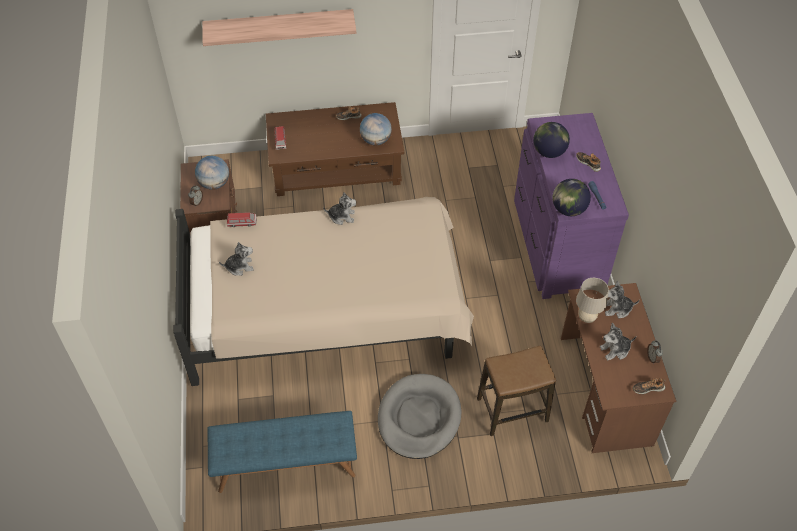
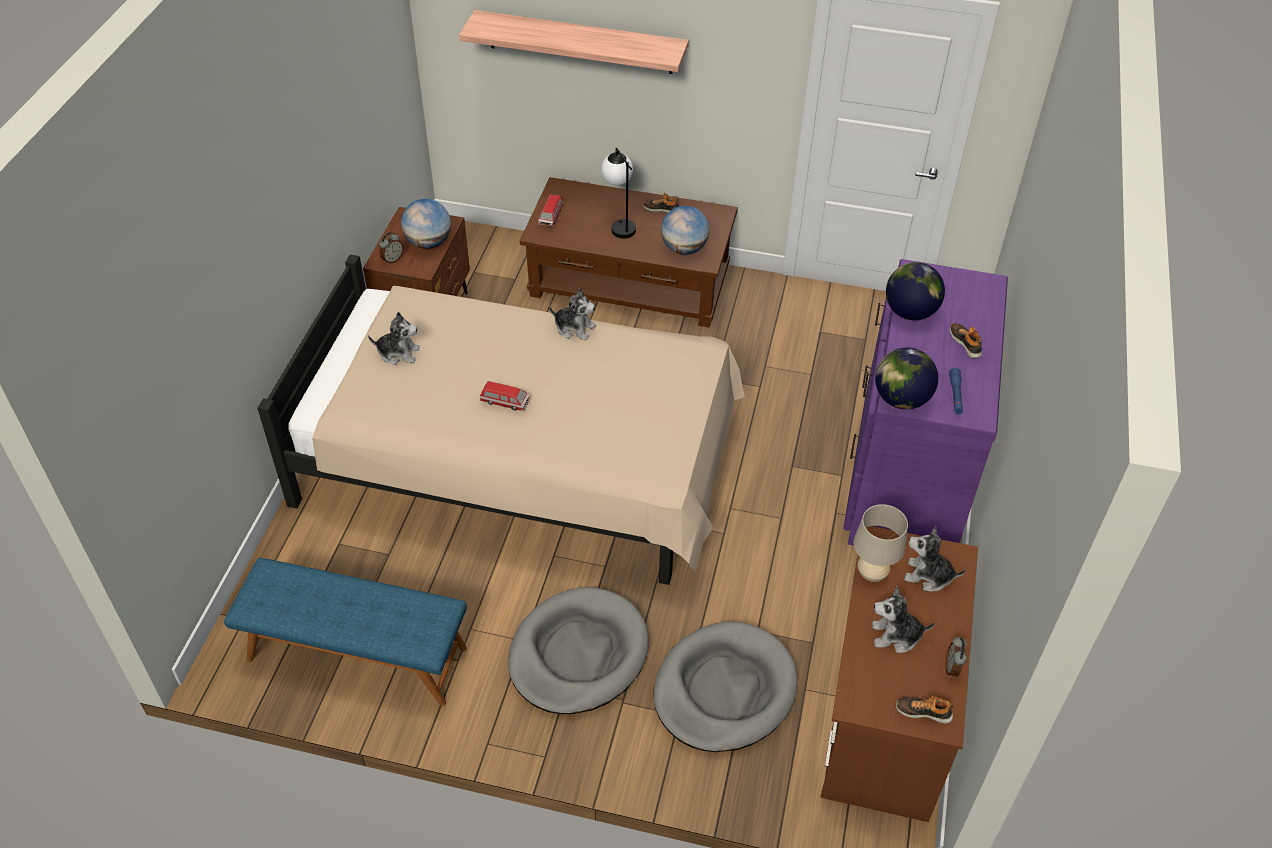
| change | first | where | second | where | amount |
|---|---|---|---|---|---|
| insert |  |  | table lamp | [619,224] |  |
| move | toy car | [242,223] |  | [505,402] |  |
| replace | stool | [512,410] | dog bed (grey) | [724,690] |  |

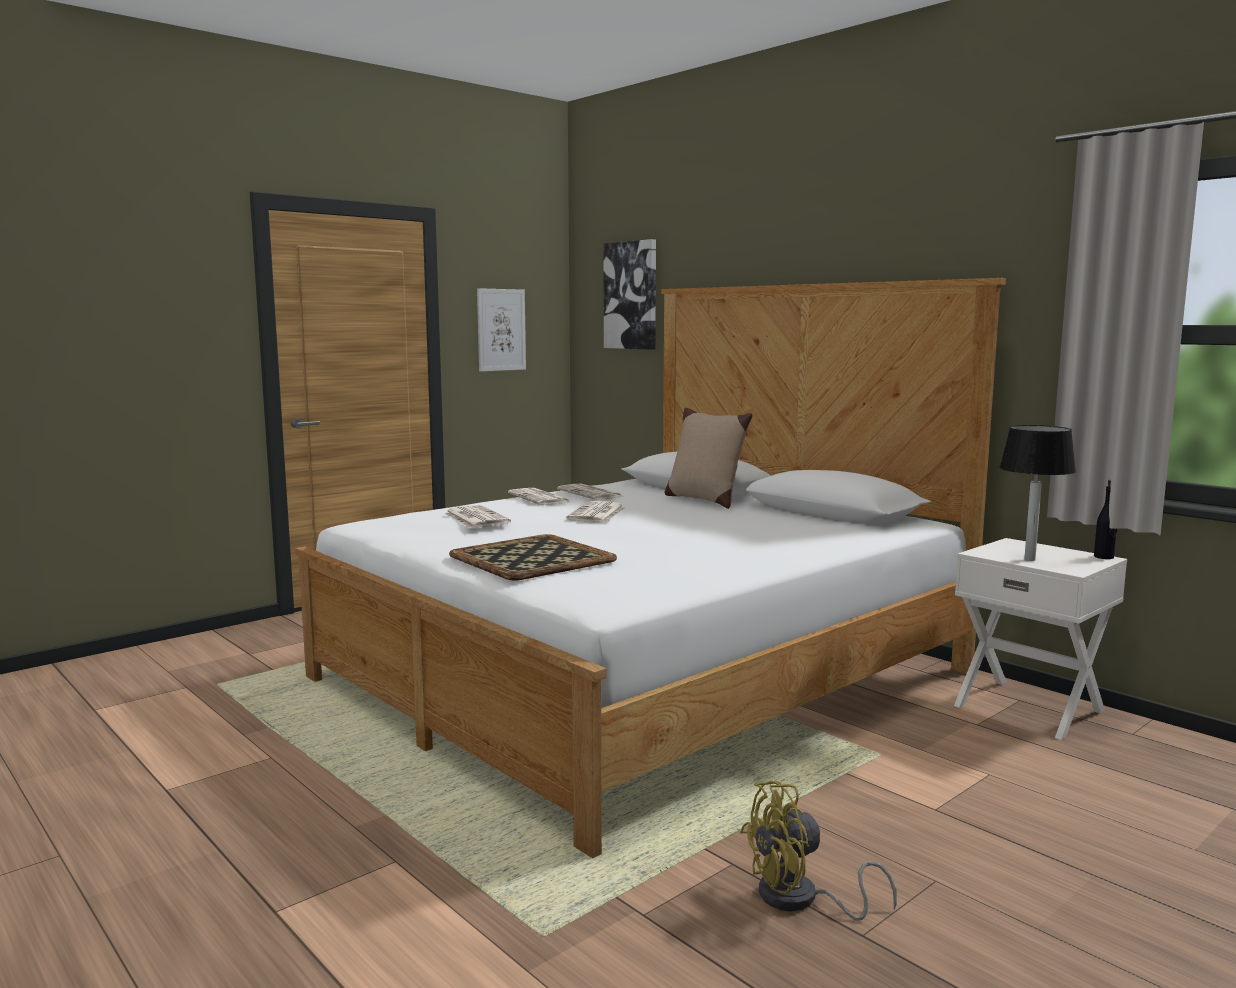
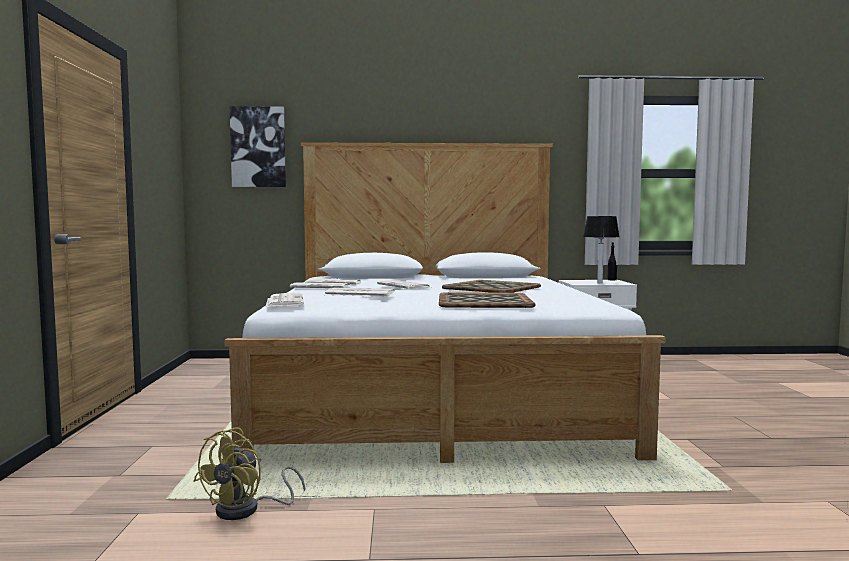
| change | first | where | second | where | amount |
|---|---|---|---|---|---|
| delete | picture | [501,330] |  |  |  |
| delete | pillow (beige) | [704,500] |  |  |  |
| insert |  |  | newspaper | [284,301] |  |
| insert |  |  | tray | [491,287] |  |
| move | fan (yellow) | [800,900] |  | [247,510] |  |

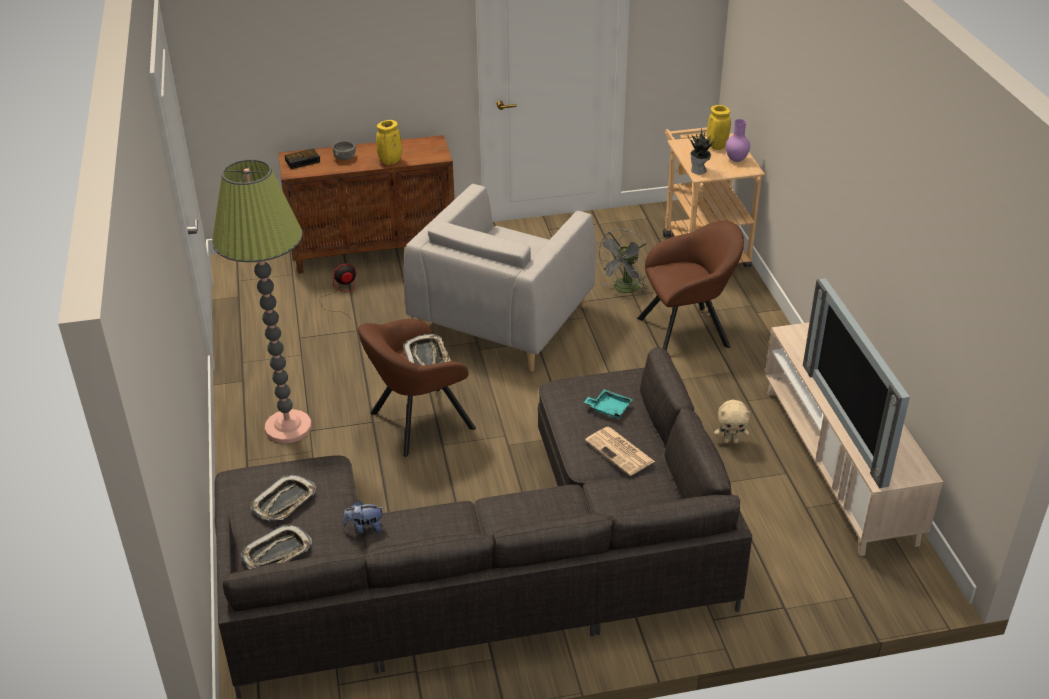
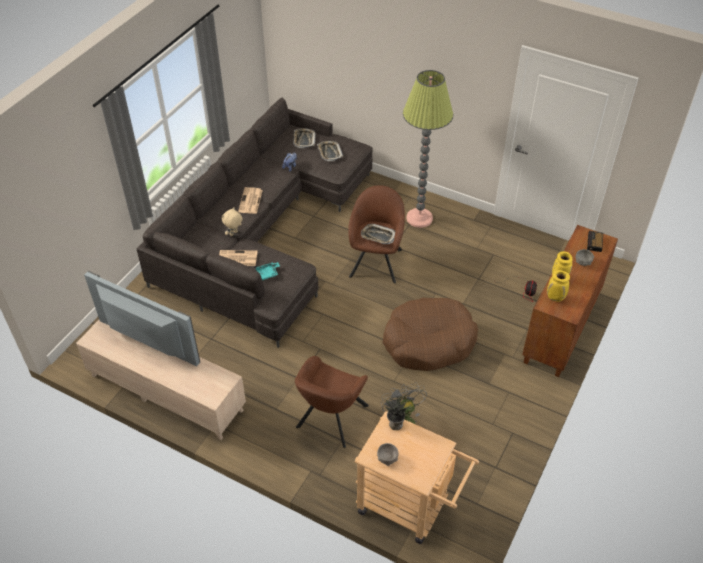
| change | first | where | second | where | amount |
|---|---|---|---|---|---|
| insert |  |  | newspaper | [250,201] |  |
| move | vase (yellow) | [716,146] |  | [555,297] |  |
| move | plush toy (beige) | [730,441] |  | [234,234] |  |
| replace | armchair (grey) | [502,320] | dog bed (brown) | [428,342] |  |
| replace | vase (purple) | [736,160] | bowl (grey) | [387,458] |  |

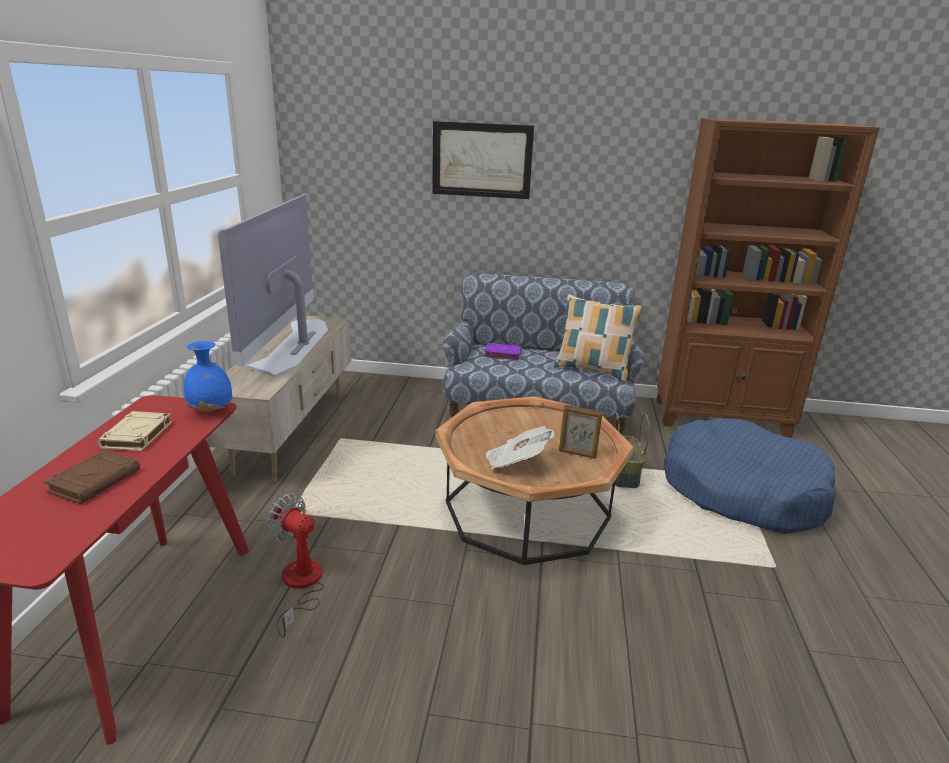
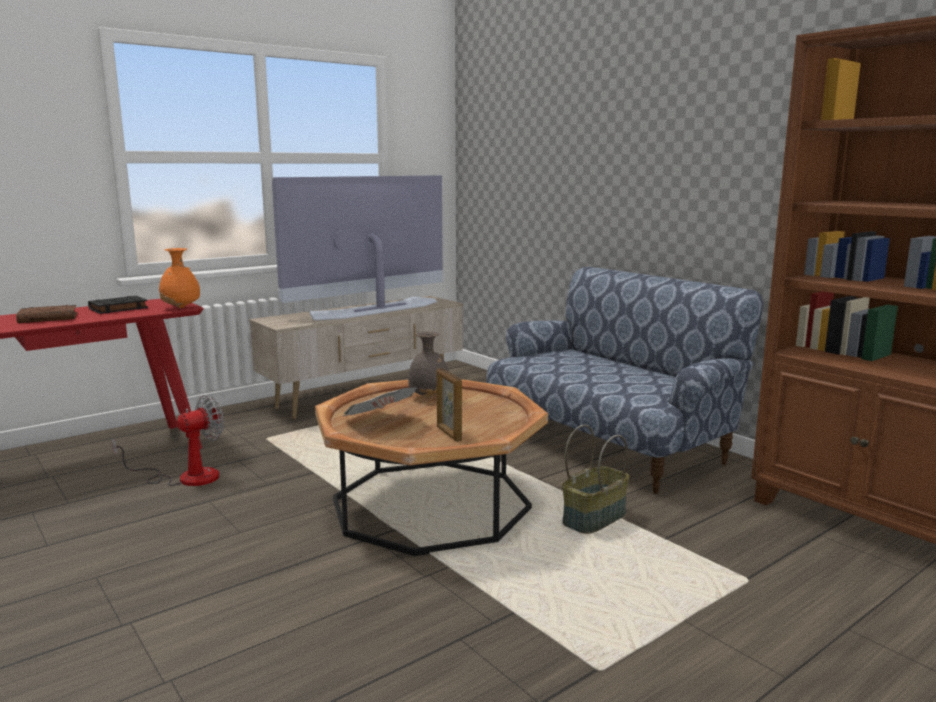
| change | first | where | second | where | amount |
|---|---|---|---|---|---|
| delete | picture | [482,160] |  |  |  |
| delete | book (purple) | [502,354] |  |  |  |
| delete | pillow | [592,370] |  |  |  |
| delete | dog bed (blue) | [742,491] |  |  |  |
| insert |  |  | vase (grey) | [430,397] |  |
| recolor | book (beige) | [137,436] | book (black) | [118,309] |  |
| recolor | vase (blue) | [212,410] | vase (orange) | [181,308] |  |
| rotate | fan | [300,585] |  | [186,477] | 60 degrees clockwise |

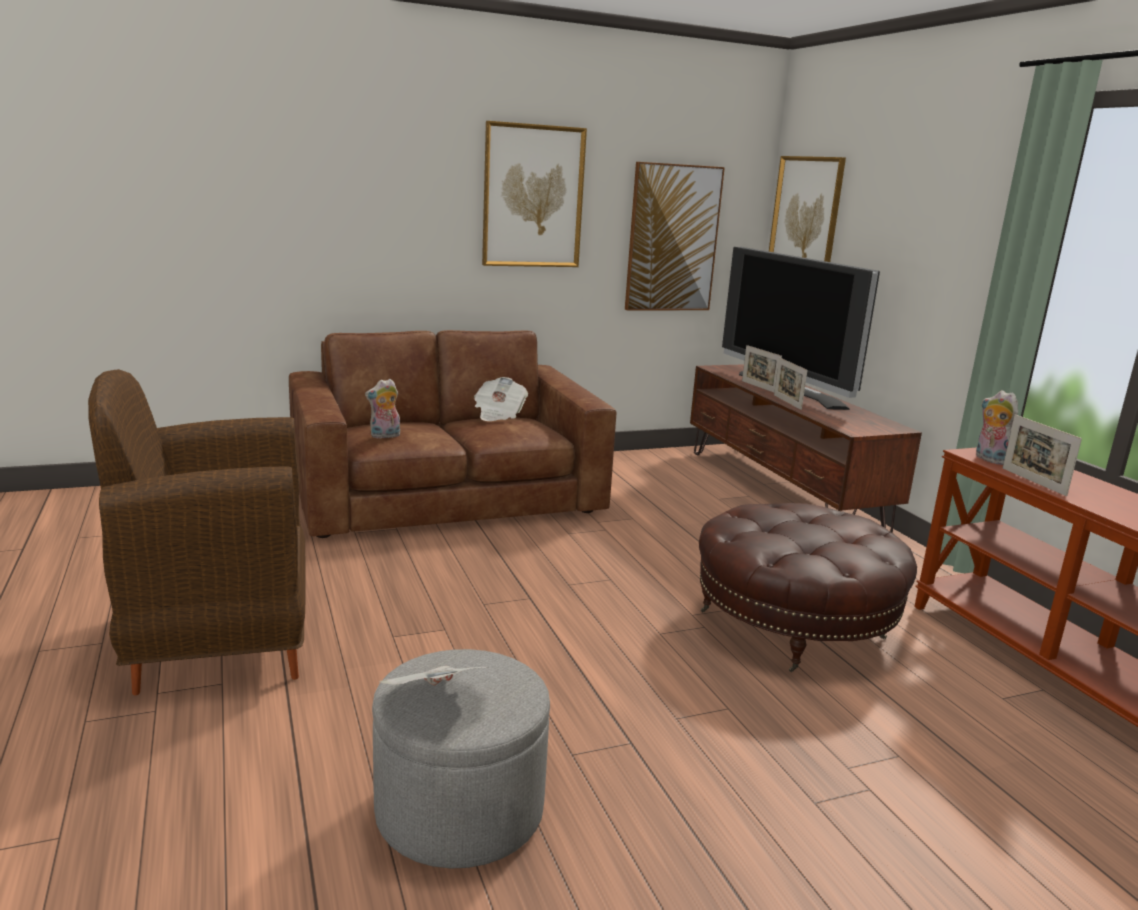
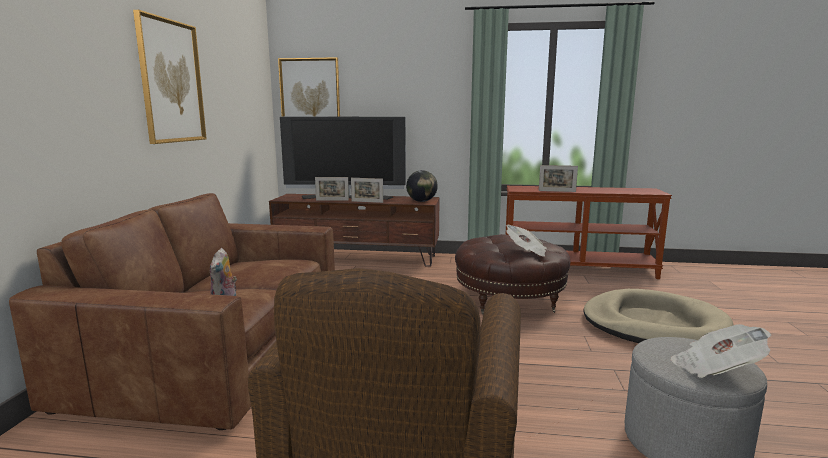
| change | first | where | second | where | amount |
|---|---|---|---|---|---|
| delete | picture | [672,238] |  |  |  |
| delete | plush toy | [989,459] |  |  |  |
| insert |  |  | globe | [421,201] |  |
| insert |  |  | dog bed (beige) | [653,324] |  |
| move | newspaper | [498,414] |  | [526,251] |  |

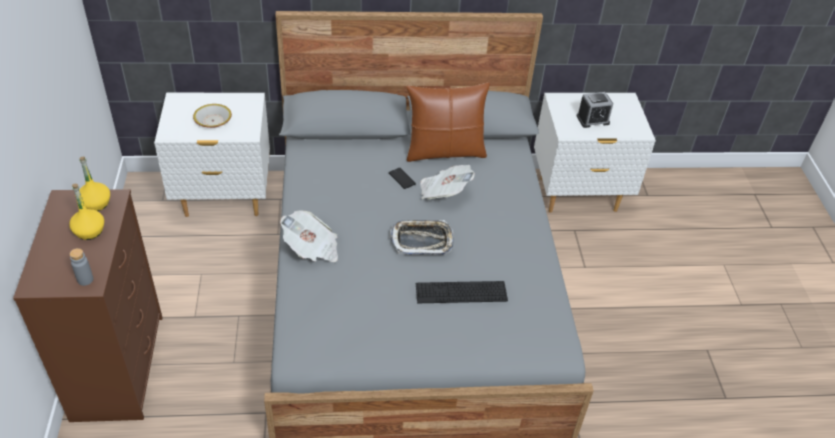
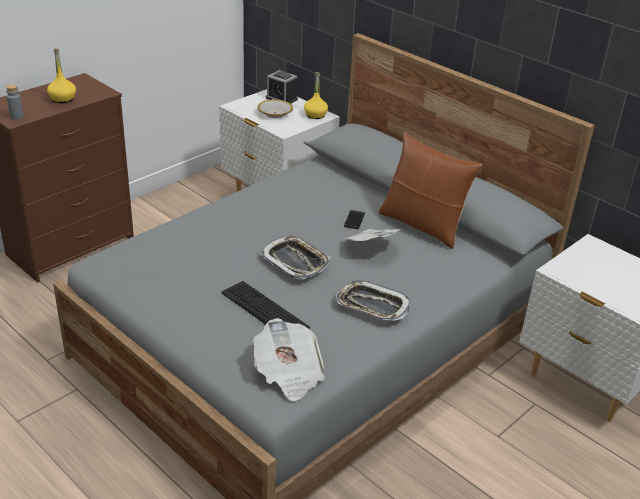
| change | first | where | second | where | amount |
|---|---|---|---|---|---|
| insert |  |  | tray | [372,305] |  |
| move | bottle (yellow) | [95,203] |  | [315,115] |  |
| move | newspaper | [312,248] |  | [288,374] |  |
| move | alarm clock | [592,120] |  | [281,99] |  |

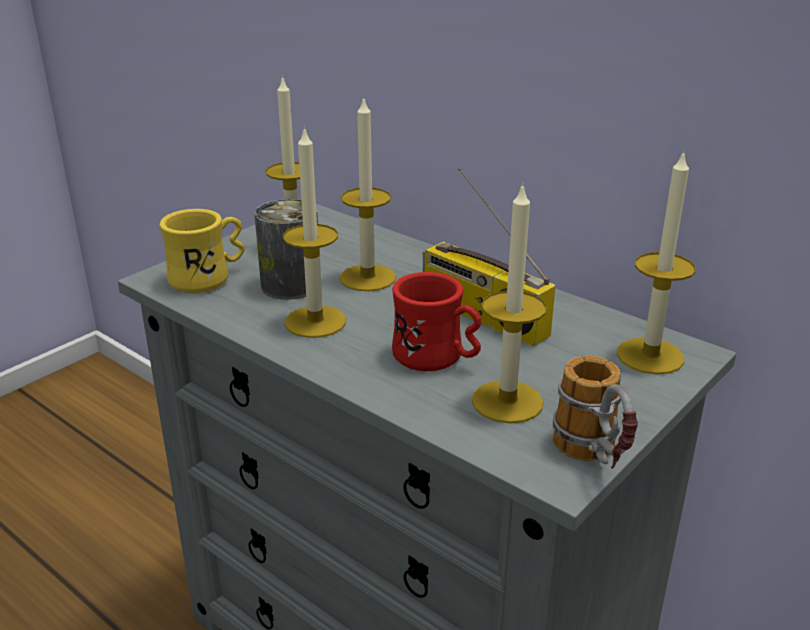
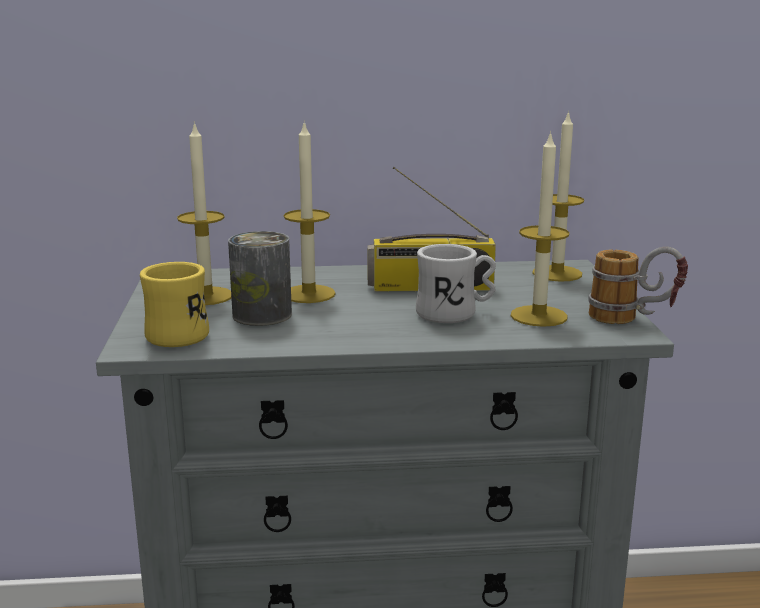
| change | first | where | second | where | amount |
|---|---|---|---|---|---|
| delete | candle | [315,321] |  |  |  |
| recolor | mug (red) | [437,358] | mug (white) | [455,313] |  |

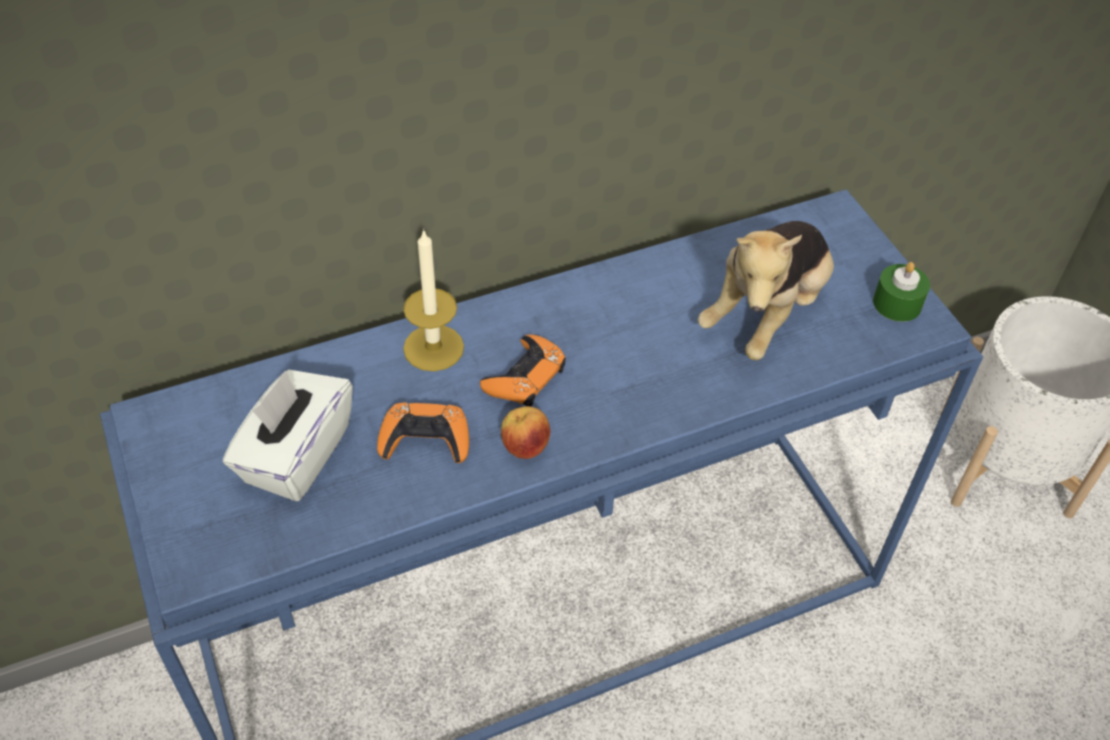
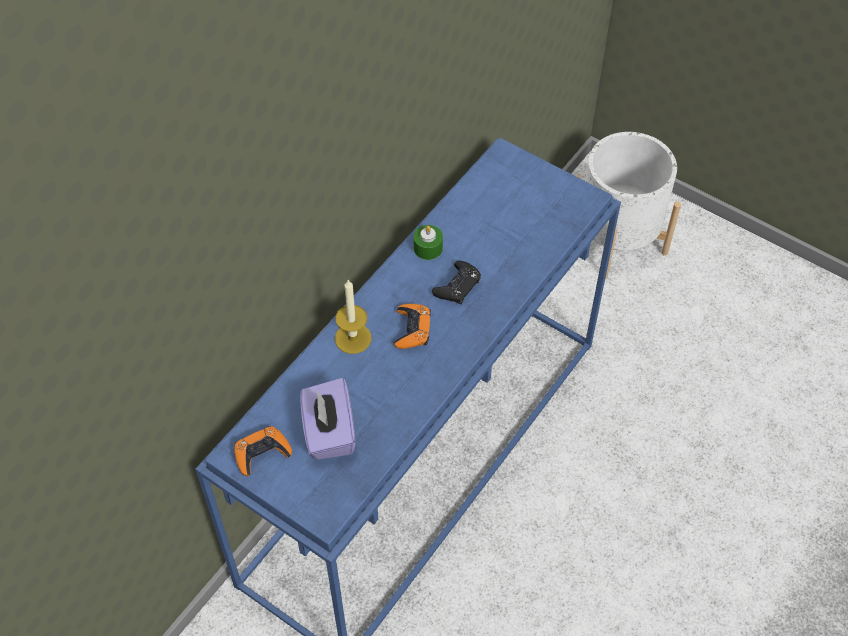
| change | first | where | second | where | amount |
|---|---|---|---|---|---|
| delete | apple | [524,447] |  |  |  |
| delete | plush toy | [766,313] |  |  |  |
| insert |  |  | game controller (black) | [457,286] |  |
| move | game controller (orange) | [425,440] |  | [262,453] |  |
| move | candle (green) | [897,303] |  | [428,248] |  |
| recolor | tissue box (white) | [295,455] | tissue box (purple) | [329,432] |  |

